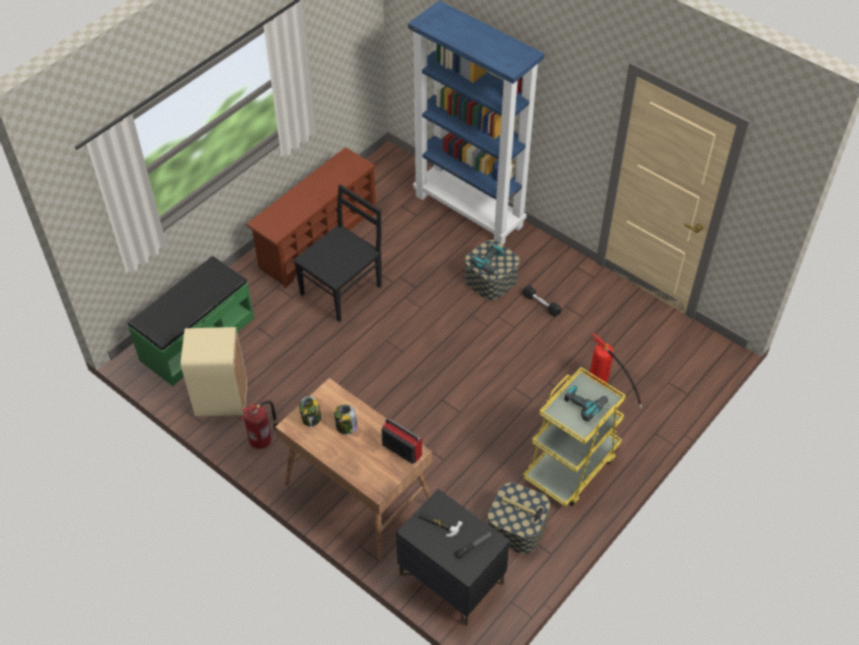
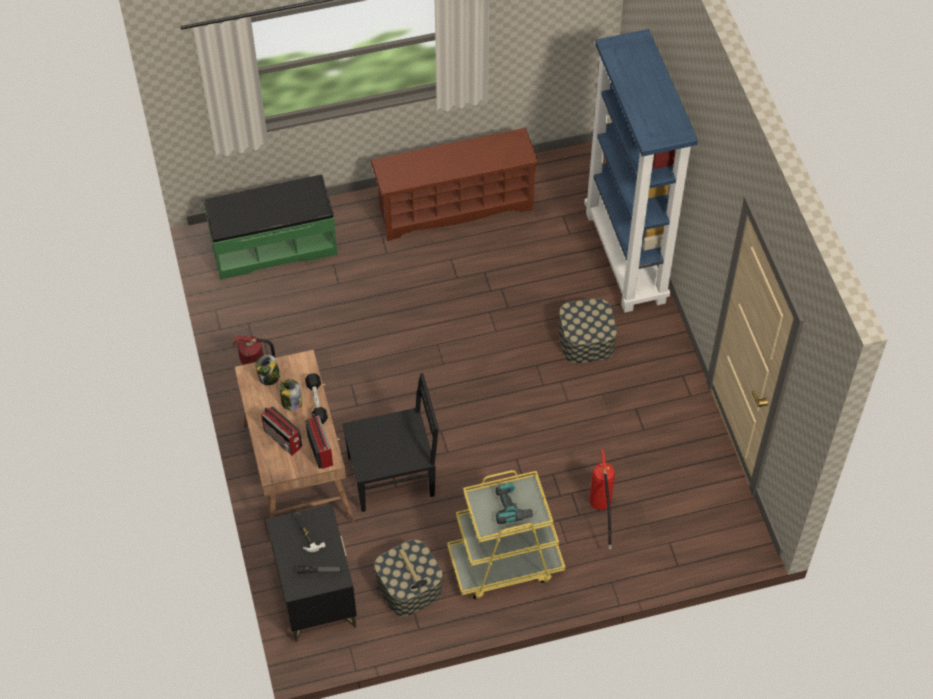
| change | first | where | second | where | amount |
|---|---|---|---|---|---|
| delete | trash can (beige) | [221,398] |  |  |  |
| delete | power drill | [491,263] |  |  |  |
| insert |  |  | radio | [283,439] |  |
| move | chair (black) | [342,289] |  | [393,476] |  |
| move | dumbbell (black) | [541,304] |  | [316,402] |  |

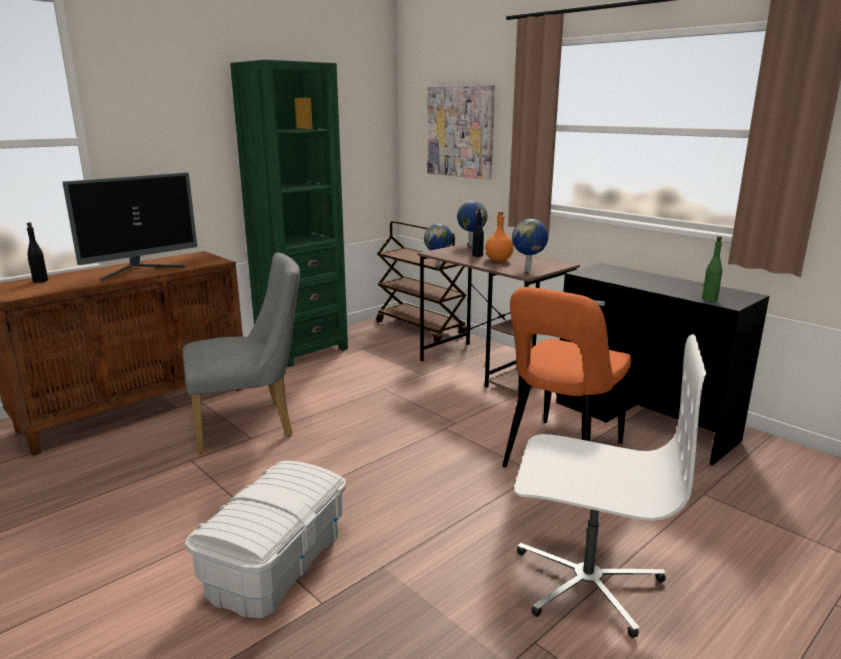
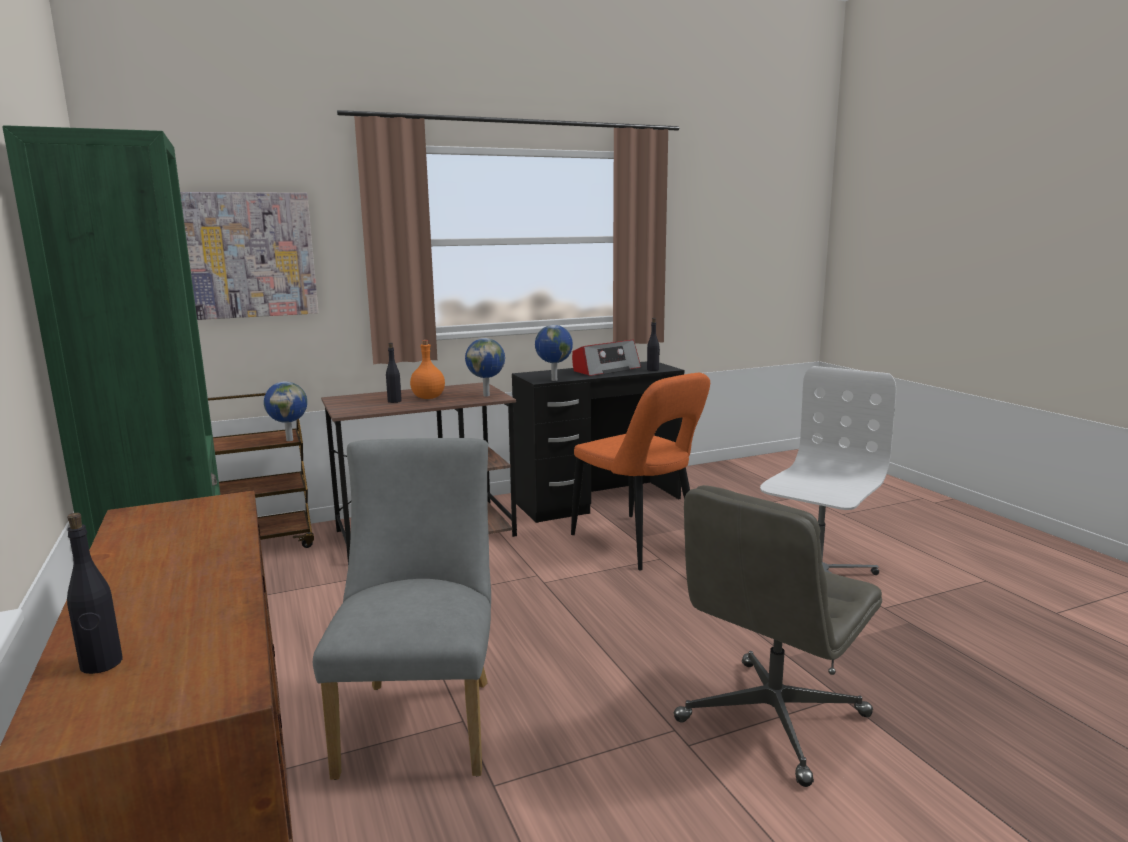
| change | first | where | second | where | amount |
|---|---|---|---|---|---|
| delete | monitor | [141,270] |  |  |  |
| insert |  |  | radio | [605,369] |  |
| move | globe | [470,245] |  | [553,380] |  |
| replace | storage box (white) | [275,562] | office chair (grey) | [772,720] |  |
| recolor | bottle (green) | [709,299] | bottle (black) | [653,370] |  |

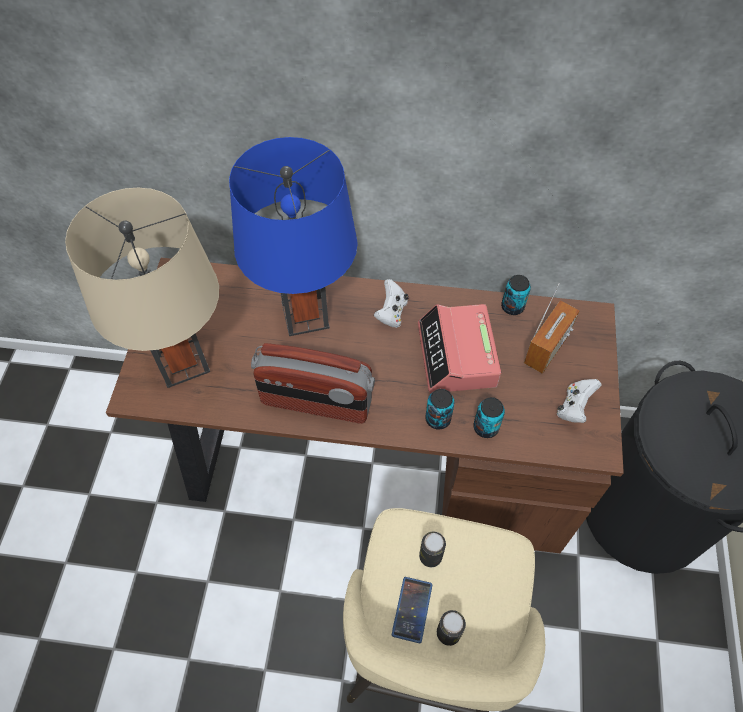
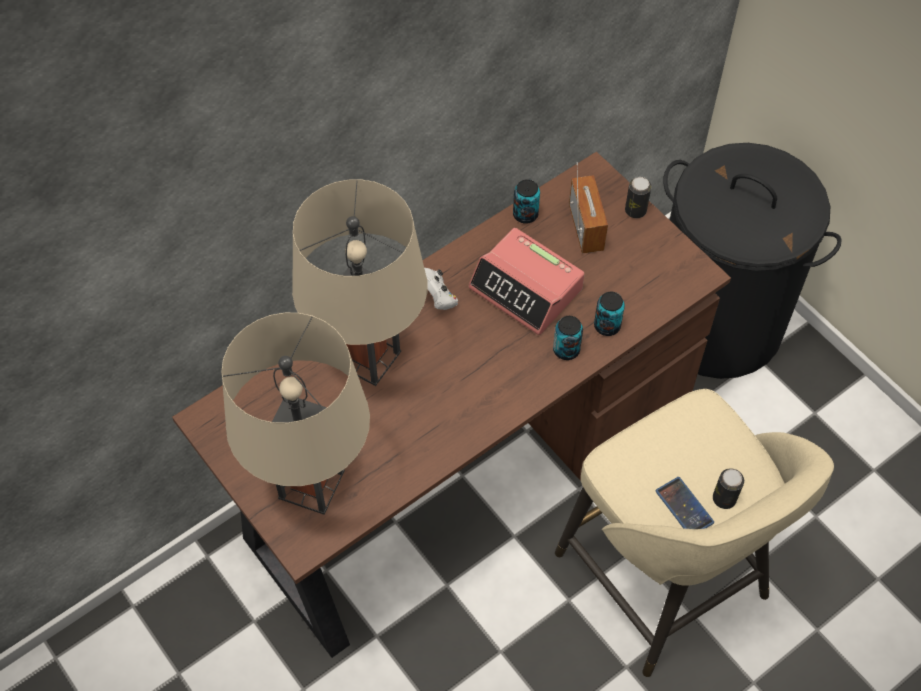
| change | first | where | second | where | amount |
|---|---|---|---|---|---|
| delete | radio | [316,403] |  |  |  |
| delete | game controller (white) | [574,407] |  |  |  |
| move | can | [430,556] |  | [635,210] |  |
| recolor | table lamp (blue) | [305,315] | table lamp (beige) | [367,358] |  |

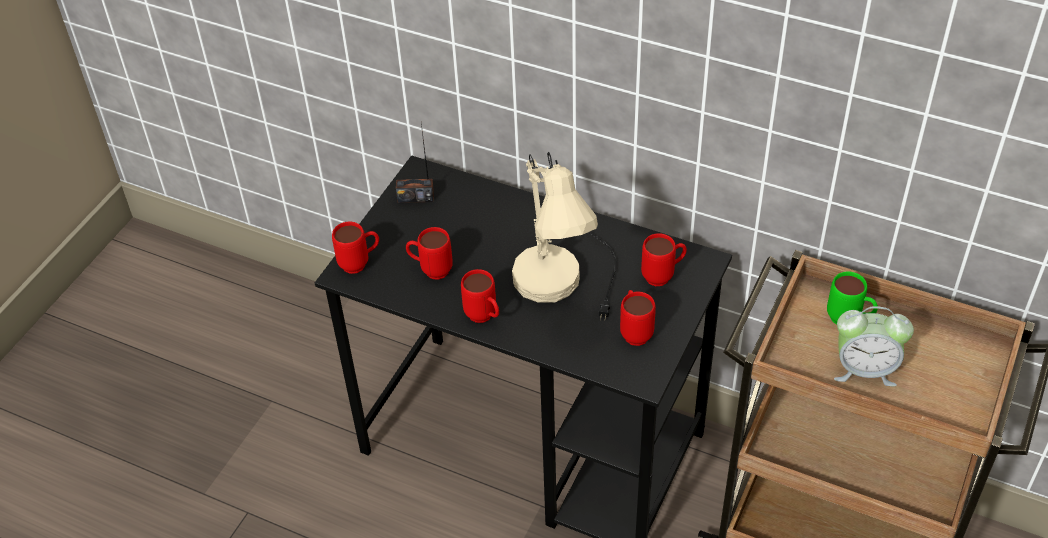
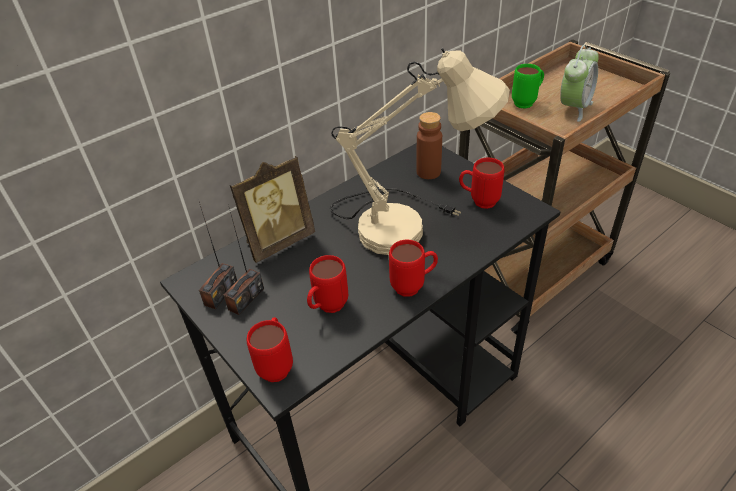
| change | first | where | second | where | amount |
|---|---|---|---|---|---|
| insert |  |  | radio | [246,299] |  |
| insert |  |  | picture frame | [278,241] |  |
| replace | mug (red) | [663,276] | bottle (brown) | [428,172] |  |

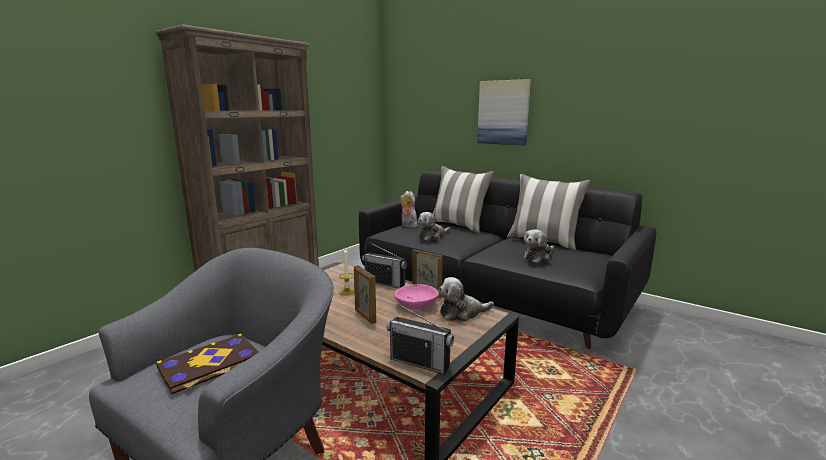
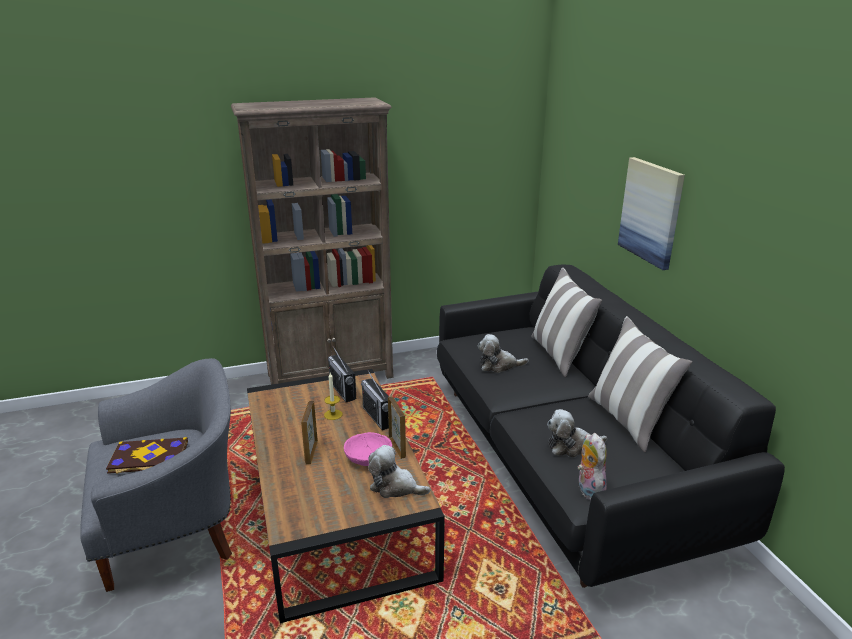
| change | first | where | second | where | amount |
|---|---|---|---|---|---|
| move | radio | [420,362] |  | [342,391] |  |
| move | plush toy | [407,226] |  | [588,490] |  |

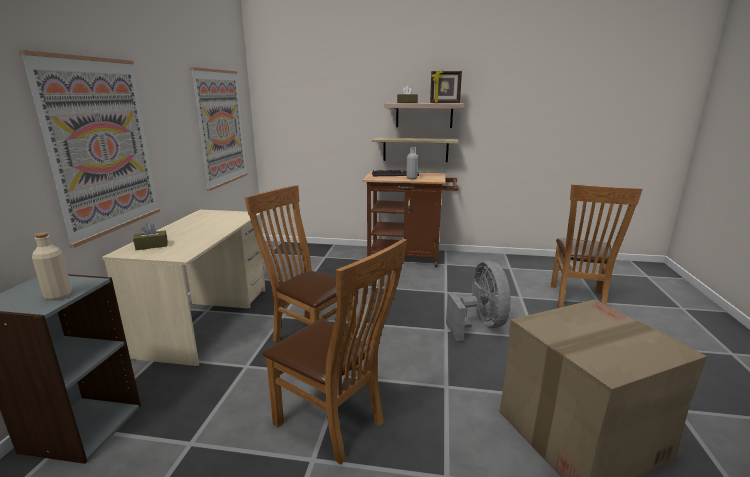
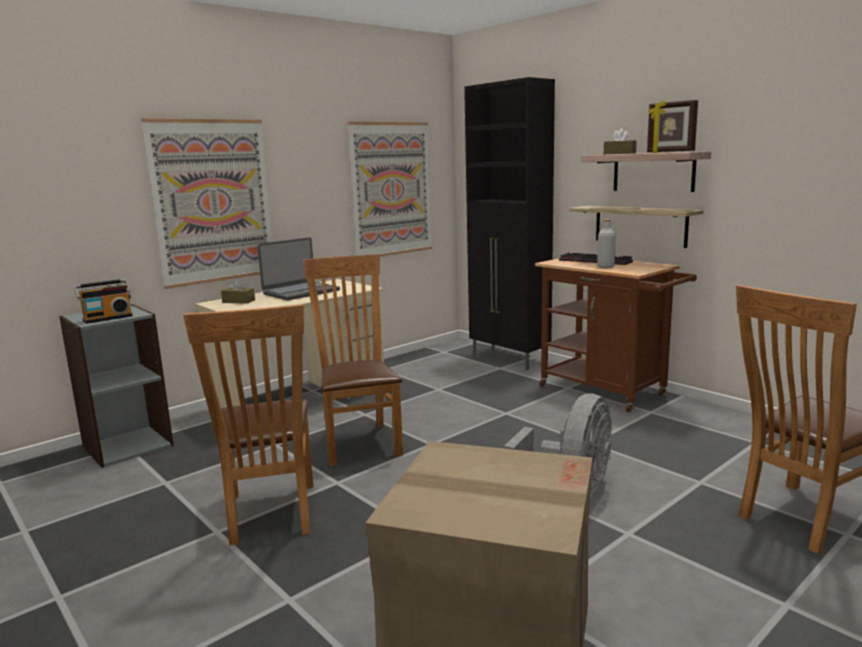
| change | first | where | second | where | amount |
|---|---|---|---|---|---|
| insert |  |  | laptop | [301,292] |  |
| insert |  |  | cabinet (black) | [509,359] |  |
| replace | bottle (beige) | [58,296] | radio | [107,318] |  |

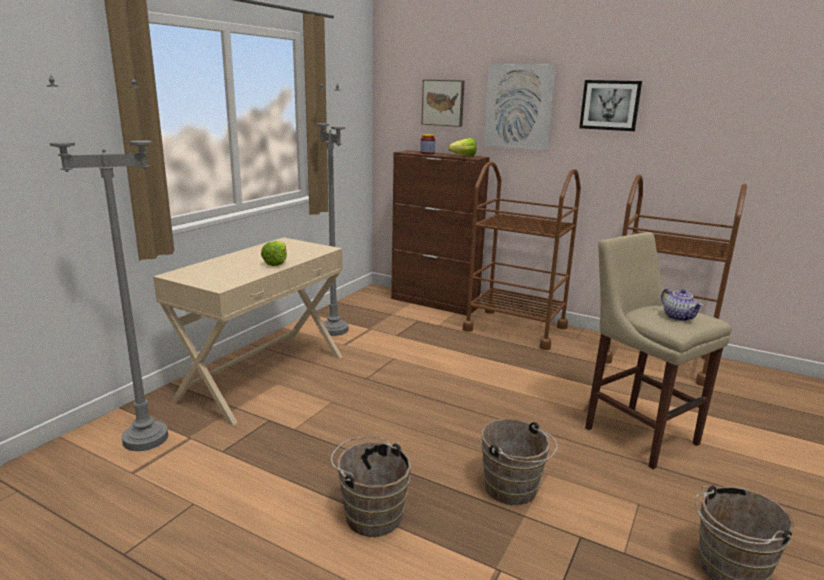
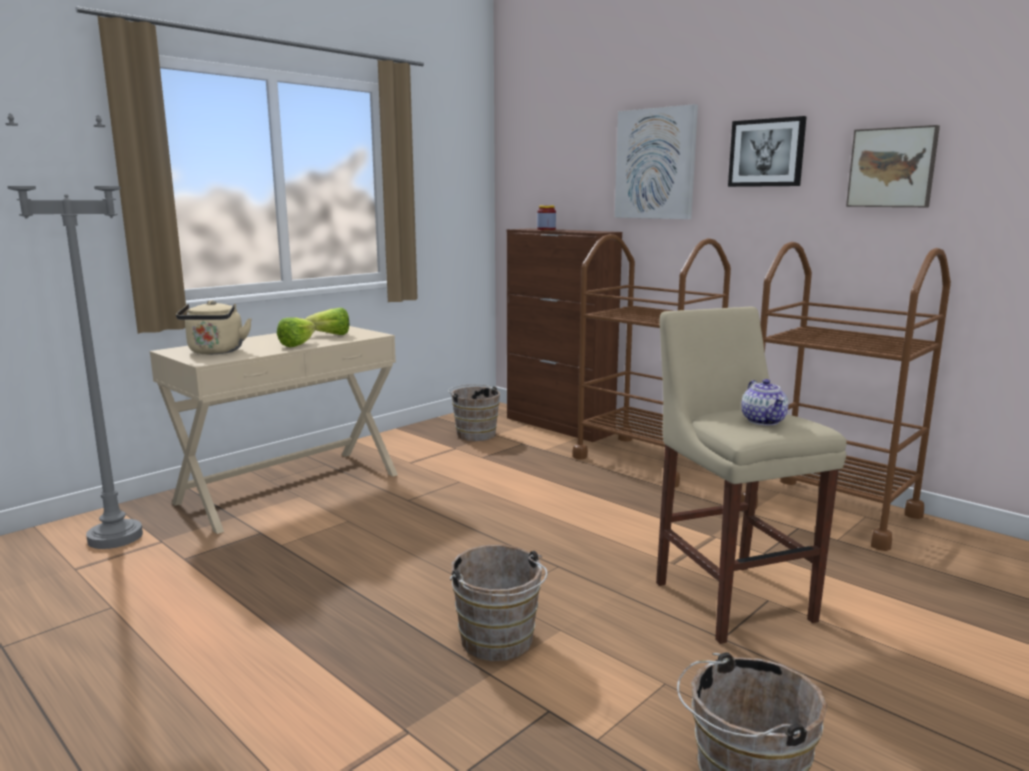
| change | first | where | second | where | amount |
|---|---|---|---|---|---|
| delete | floor lamp (grey) | [333,330] |  |  |  |
| insert |  |  | kettle (beige) | [215,352] |  |
| move | bucket (brown) | [370,514] |  | [474,434] |  |
| move | picture | [443,103] |  | [892,167] |  |
| move | lettuce | [461,156] |  | [327,335] |  |

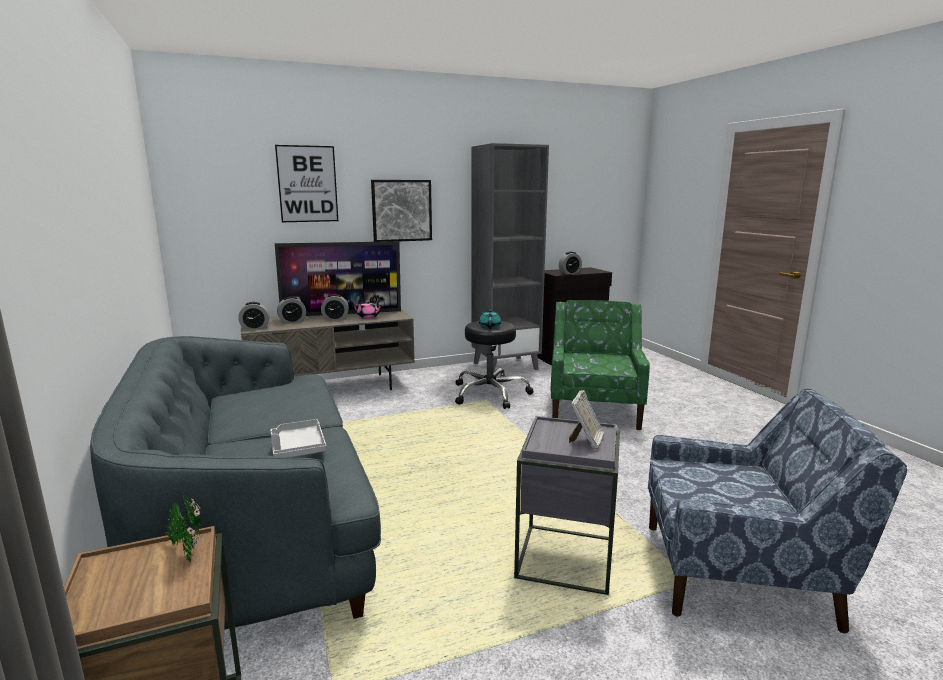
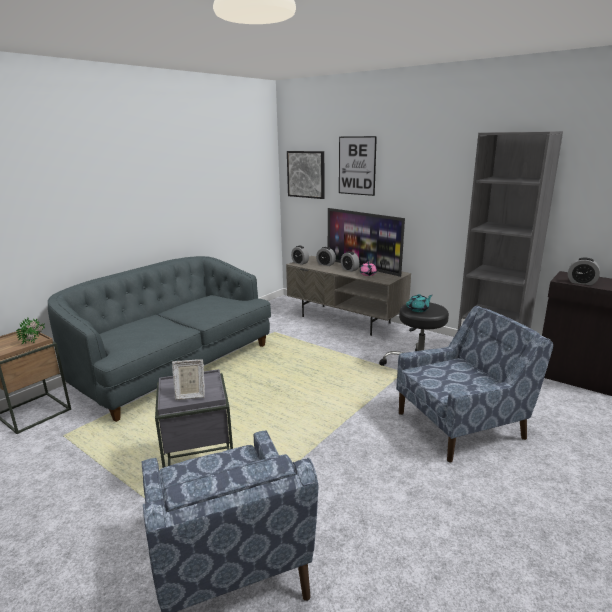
| change | first | where | second | where | amount |
|---|---|---|---|---|---|
| delete | tray (grey) | [298,448] |  |  |  |
| move | picture | [401,210] |  | [306,174] |  |
| recolor | armchair (green) | [594,409] | armchair (blue) | [462,425] |  |

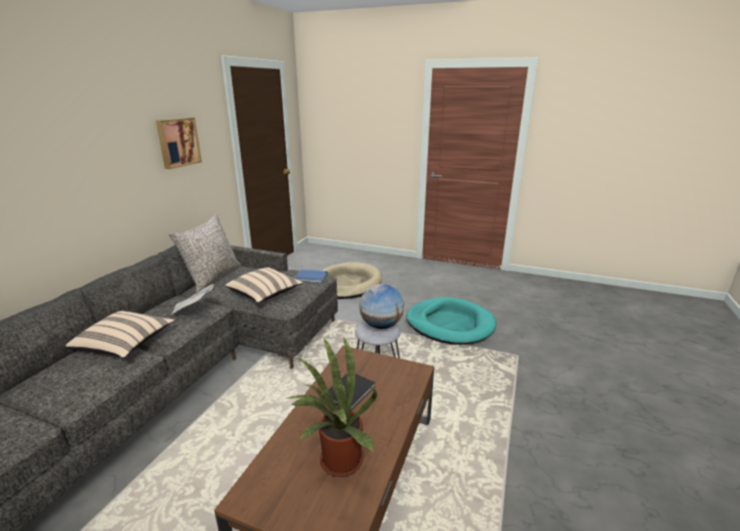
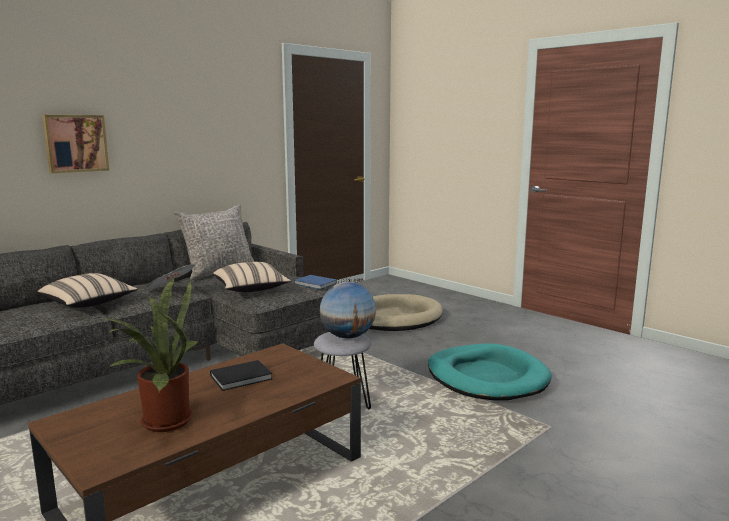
| change | first | where | second | where | amount |
|---|---|---|---|---|---|
| move | picture | [178,142] |  | [75,143] |  |

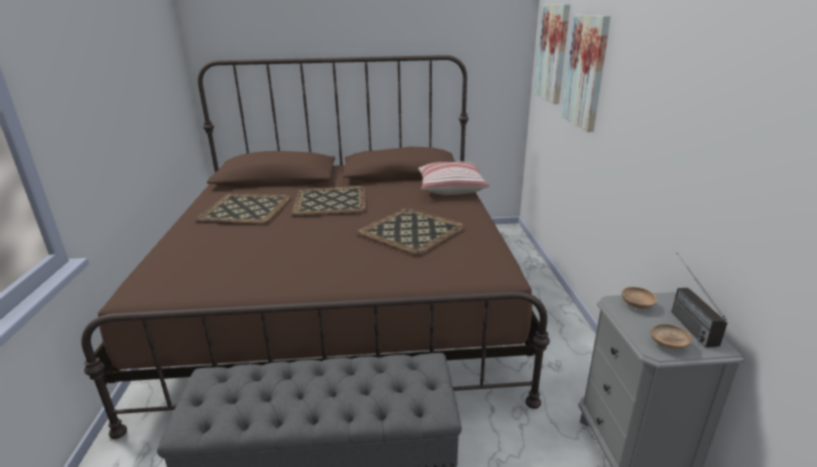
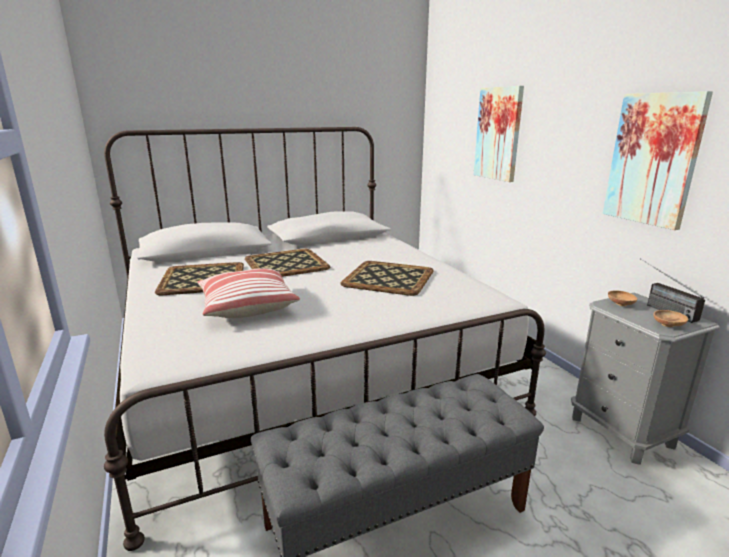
| change | first | where | second | where | amount |
|---|---|---|---|---|---|
| move | pillow | [450,188] |  | [246,306] |  |
| move | picture | [553,53] |  | [653,159] |  |
| recolor | bed (brown) | [341,300] | bed (white) | [301,364] |  |

